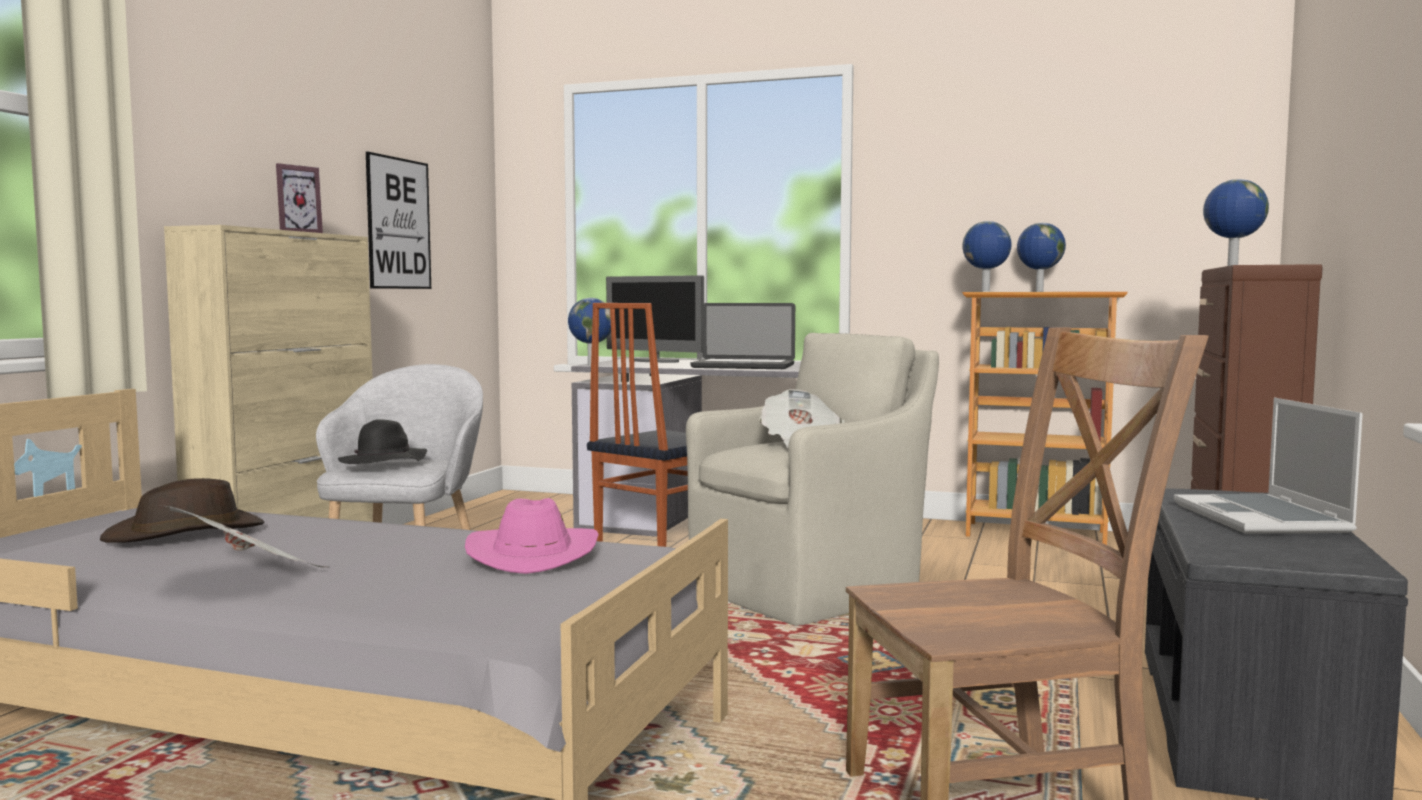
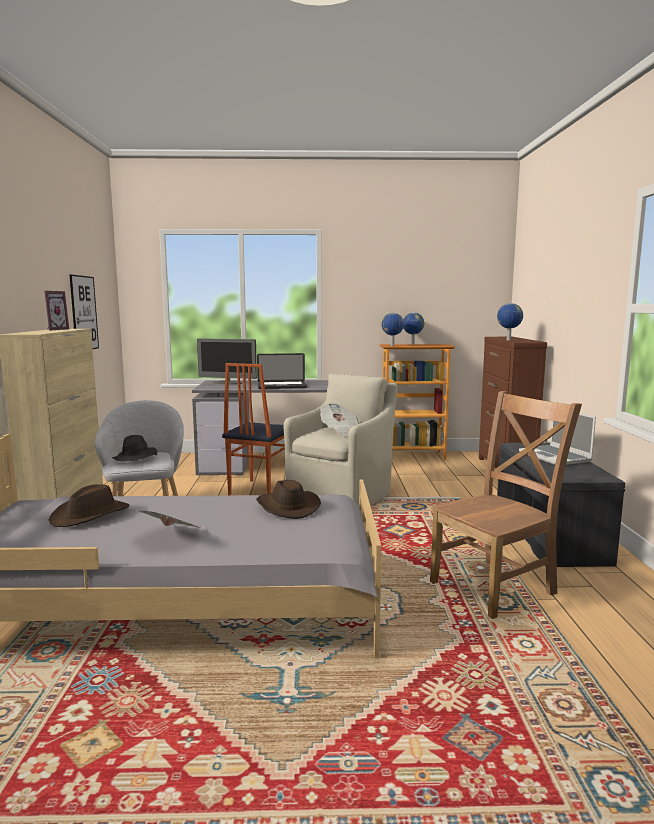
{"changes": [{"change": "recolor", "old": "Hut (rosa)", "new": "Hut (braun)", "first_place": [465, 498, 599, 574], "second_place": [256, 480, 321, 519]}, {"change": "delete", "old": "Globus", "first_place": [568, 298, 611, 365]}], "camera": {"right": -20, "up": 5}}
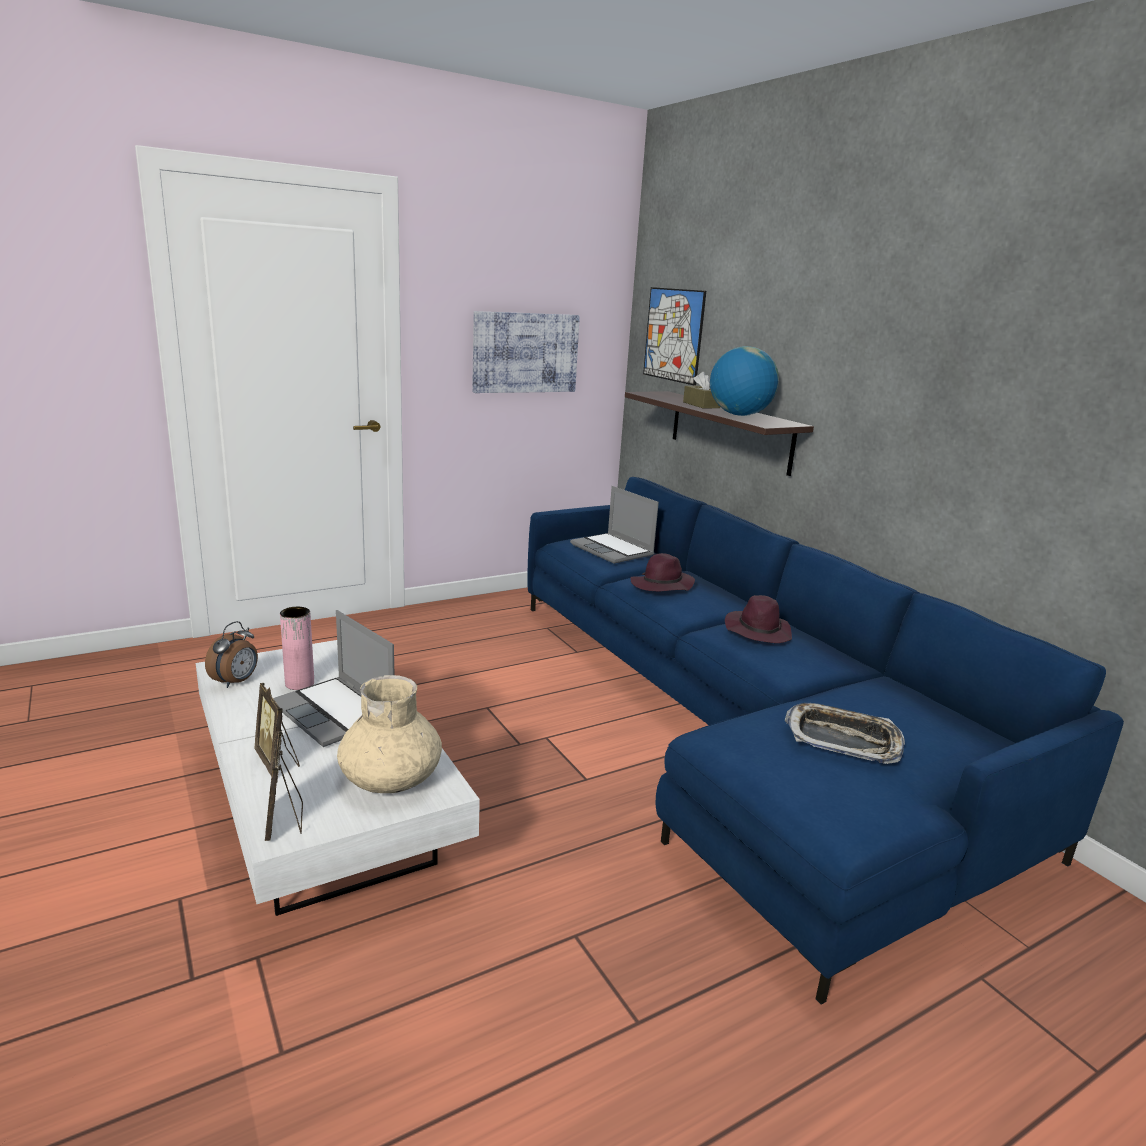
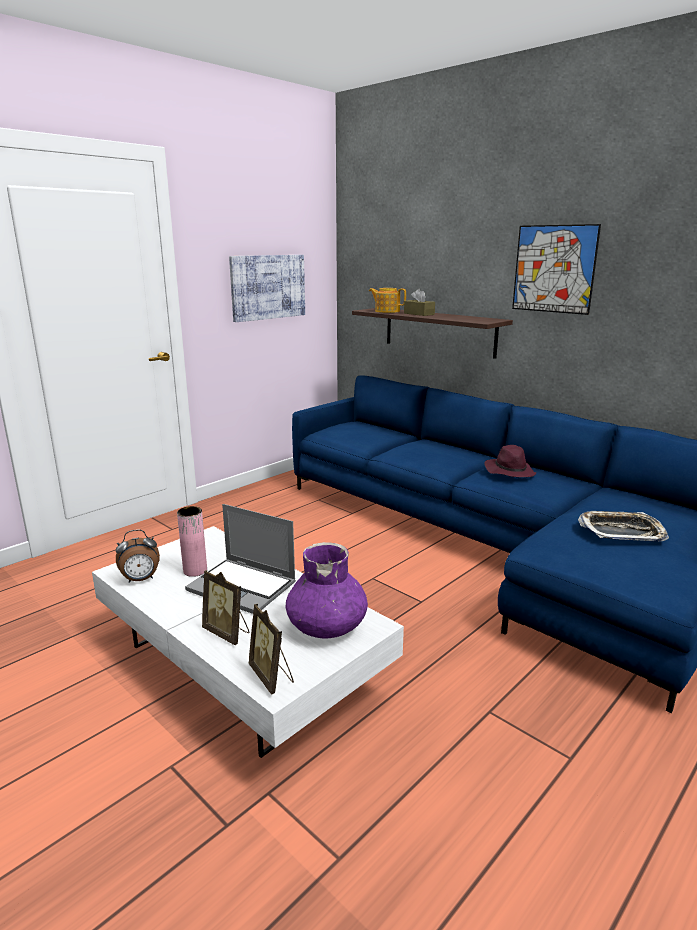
{"changes": [{"change": "rotate", "old": "Wecker", "first_place": [205, 621, 258, 688], "second_place": [116, 530, 160, 583], "degrees": 60}, {"change": "recolor", "old": "Vase (beige)", "new": "Vase (lila)", "first_place": [337, 675, 442, 793], "second_place": [285, 542, 368, 639]}, {"change": "insert", "new": "Teekanne", "second_place": [369, 288, 406, 313]}, {"change": "move", "old": "Bild", "first_place": [643, 287, 706, 386], "second_place": [512, 224, 601, 315]}, {"change": "delete", "old": "Laptop", "first_place": [570, 486, 659, 564]}, {"change": "delete", "old": "Hut (lila)", "first_place": [630, 553, 695, 591]}, {"change": "delete", "old": "Globus", "first_place": [710, 346, 779, 416]}], "camera": {"right": -15, "up": 0}}
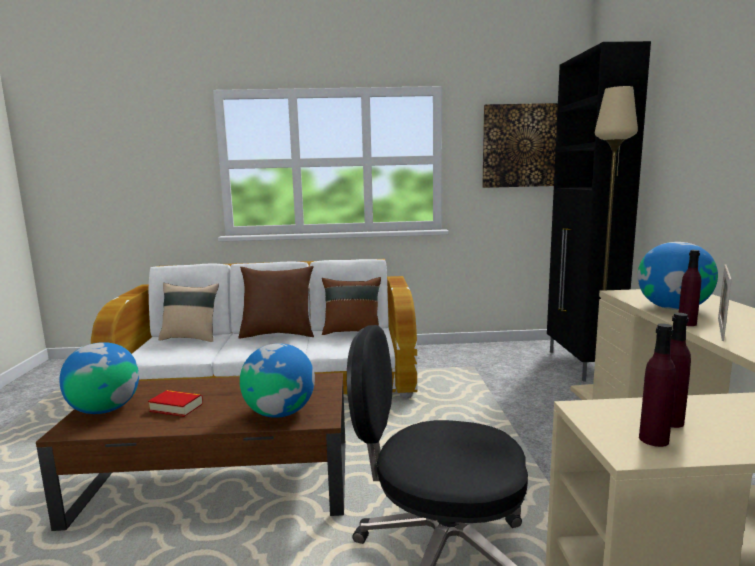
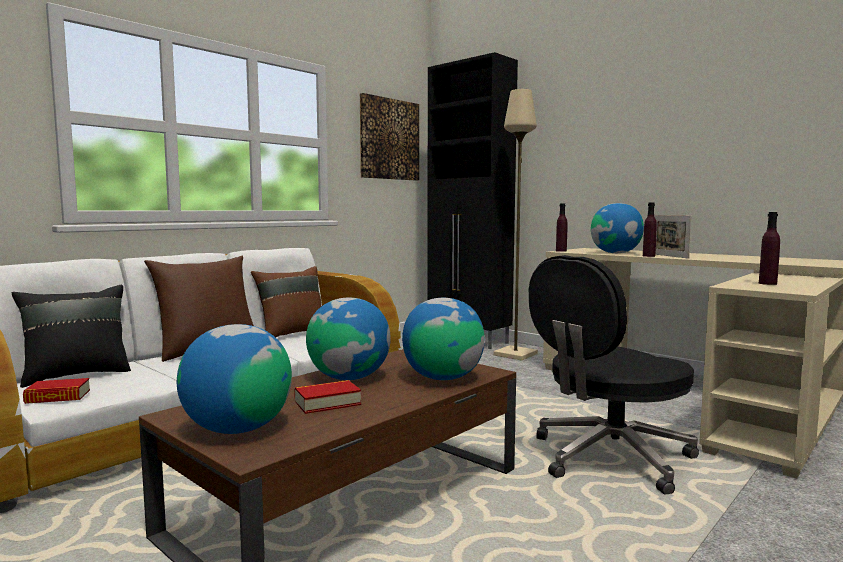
{"changes": [{"change": "recolor", "old": "Kissen (beige)", "new": "Kissen (schwarz)", "first_place": [158, 283, 219, 342], "second_place": [12, 285, 131, 388]}, {"change": "insert", "new": "Buch", "second_place": [23, 378, 90, 404]}, {"change": "insert", "new": "Globus", "second_place": [306, 298, 391, 380]}, {"change": "move", "old": "Flasche (lila)", "first_place": [639, 324, 676, 447], "second_place": [556, 203, 567, 252]}], "camera": {"right": -45, "up": -5}}
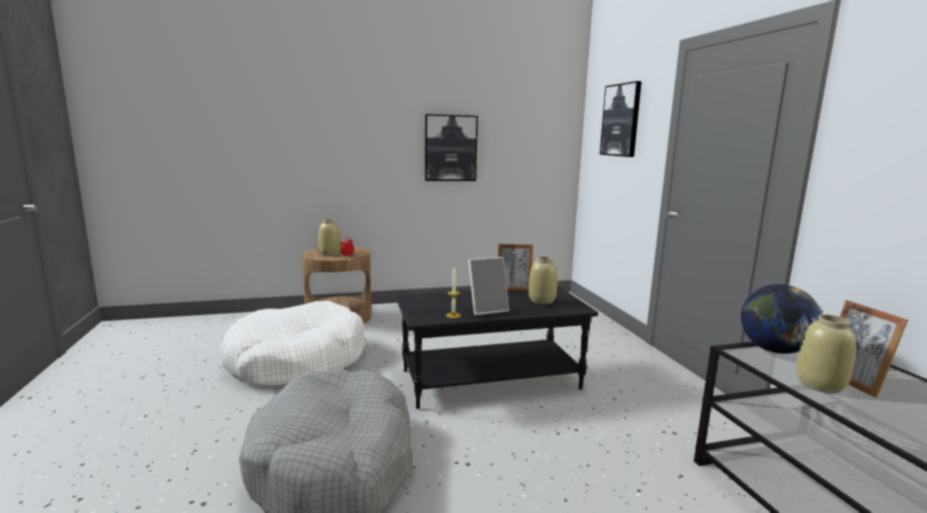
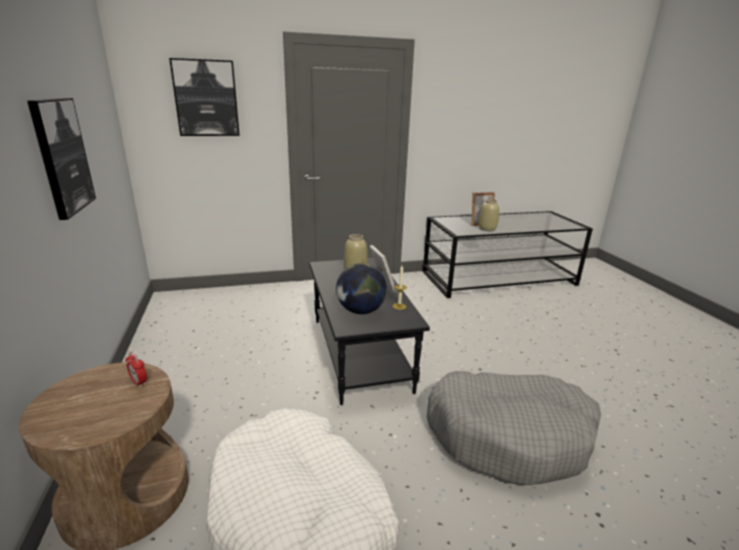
{"changes": [{"change": "move", "old": "Globus", "first_place": [741, 284, 822, 354], "second_place": [336, 263, 387, 314]}, {"change": "delete", "old": "Vase (beige)", "first_place": [318, 219, 341, 256]}, {"change": "delete", "old": "Bilderrahmen", "first_place": [498, 244, 533, 292]}], "camera": {"right": -90, "up": 10}}
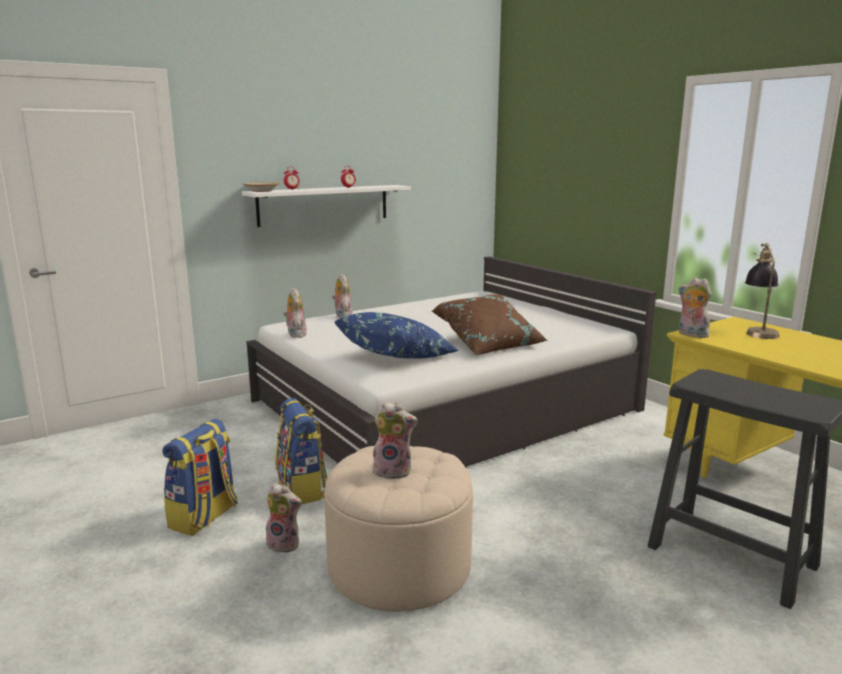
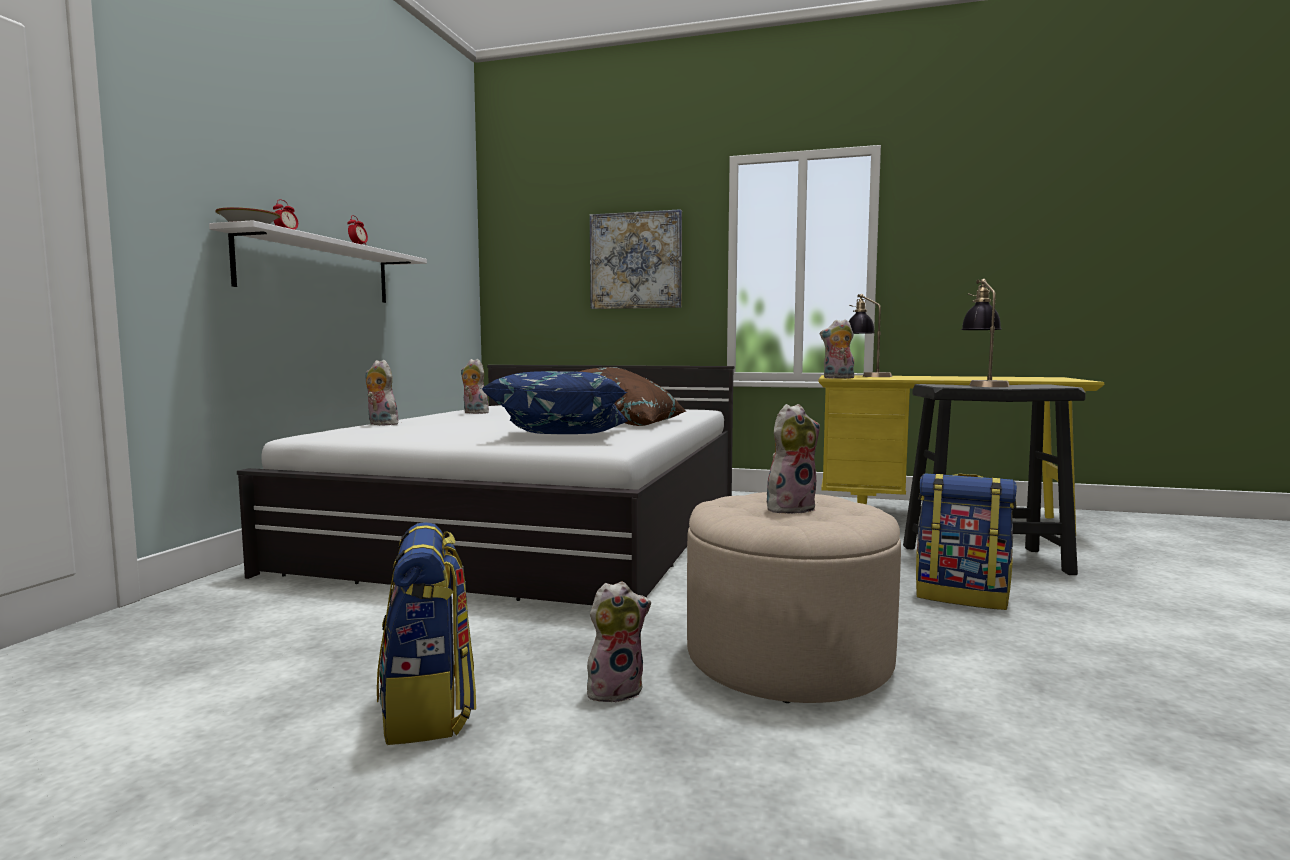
{"changes": [{"change": "move", "old": "Plüschtier", "first_place": [284, 288, 307, 338], "second_place": [461, 359, 490, 414]}, {"change": "insert", "new": "Bild", "second_place": [590, 209, 682, 309]}, {"change": "move", "old": "Rucksack", "first_place": [276, 398, 327, 504], "second_place": [916, 473, 1017, 610]}, {"change": "insert", "new": "Tischlampe", "second_place": [961, 279, 1010, 387]}], "camera": {"right": -40, "up": -10}}
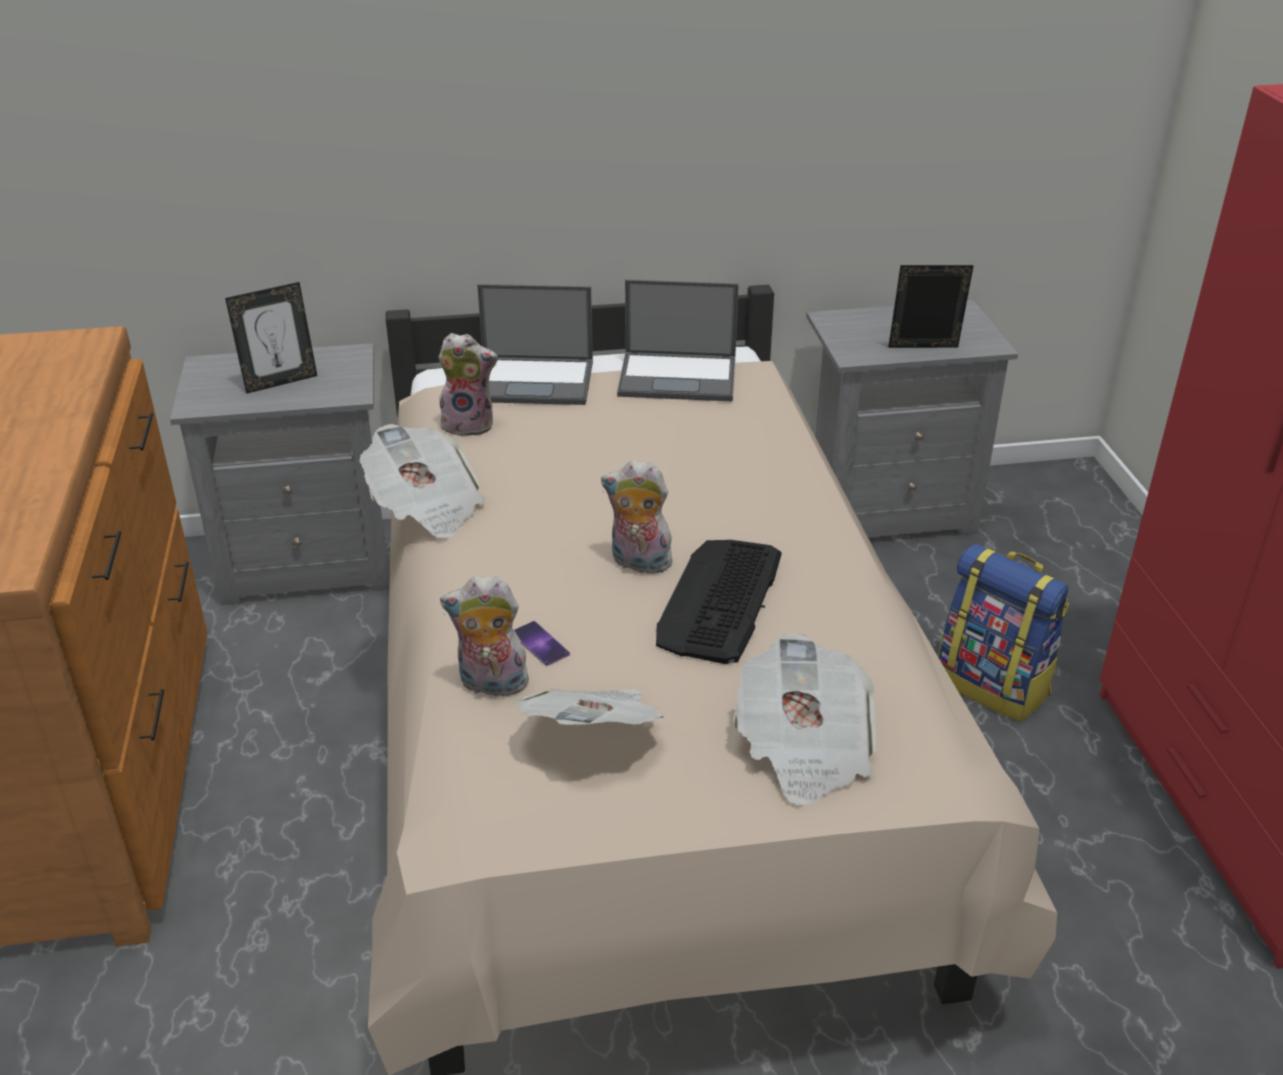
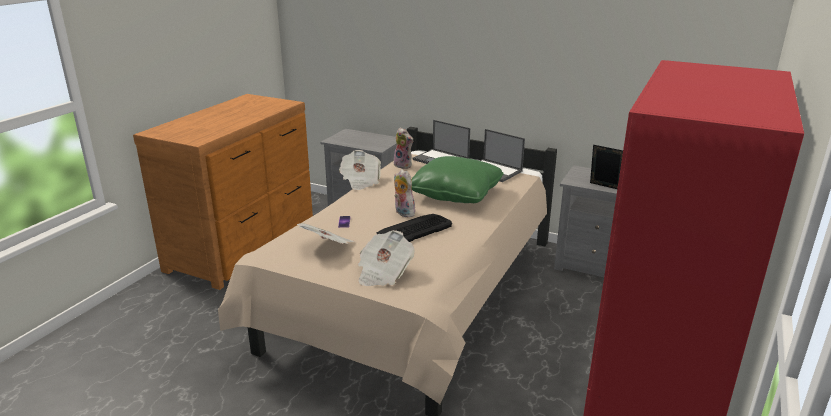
{"changes": [{"change": "insert", "new": "Kissen (grün)", "second_place": [412, 156, 504, 203]}, {"change": "delete", "old": "Bilderrahmen", "first_place": [225, 282, 317, 394]}, {"change": "delete", "old": "Plüschtier", "first_place": [440, 576, 529, 697]}, {"change": "delete", "old": "Rucksack", "first_place": [938, 544, 1069, 722]}], "camera": {"right": 35, "up": -10}}
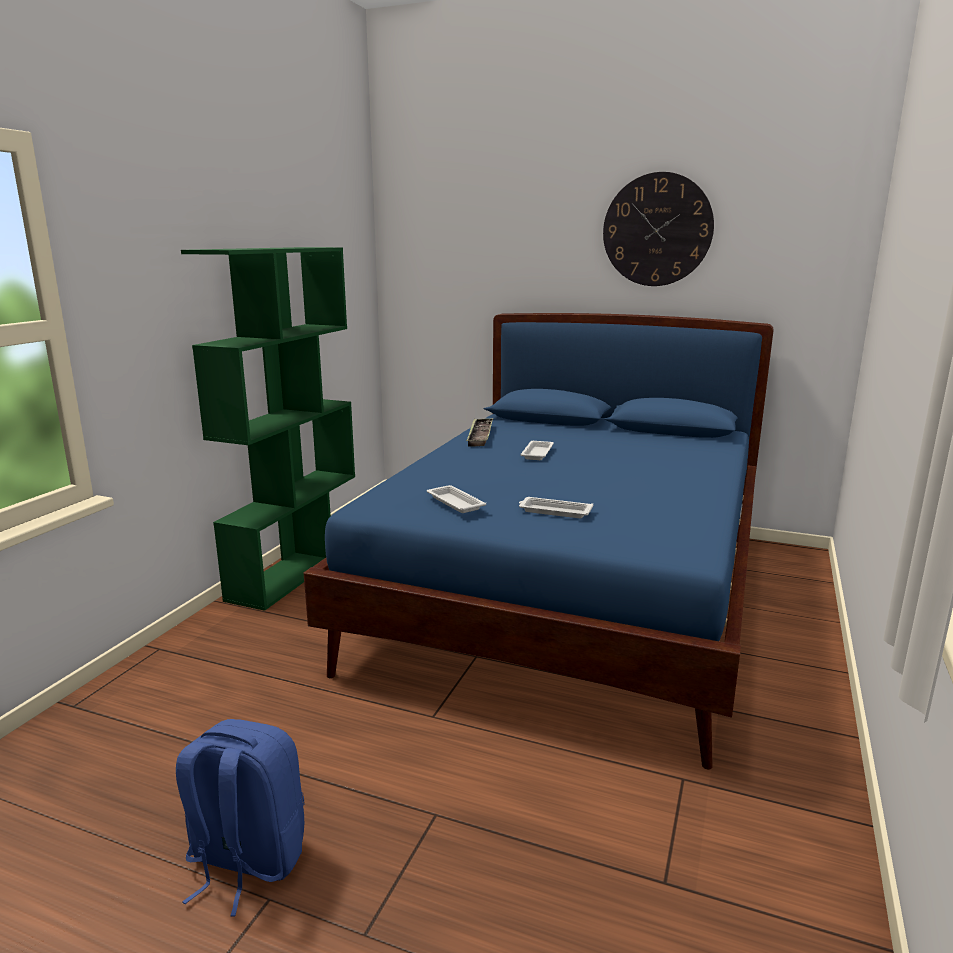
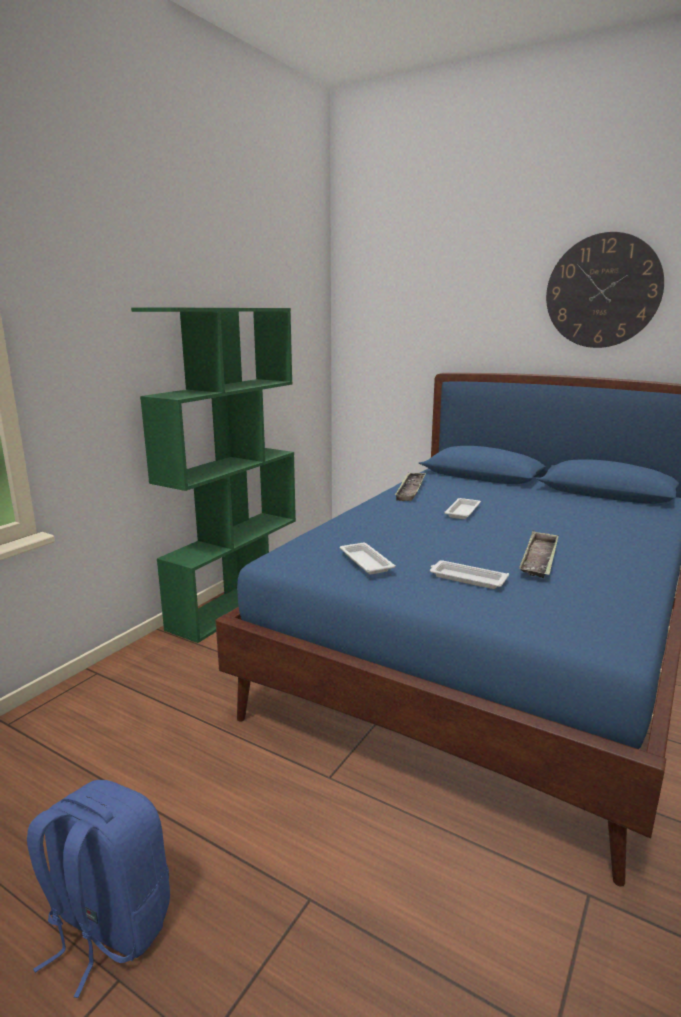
{"changes": [{"change": "insert", "new": "Tablett", "second_place": [519, 531, 559, 578]}], "camera": {"right": 10, "up": 0}}
